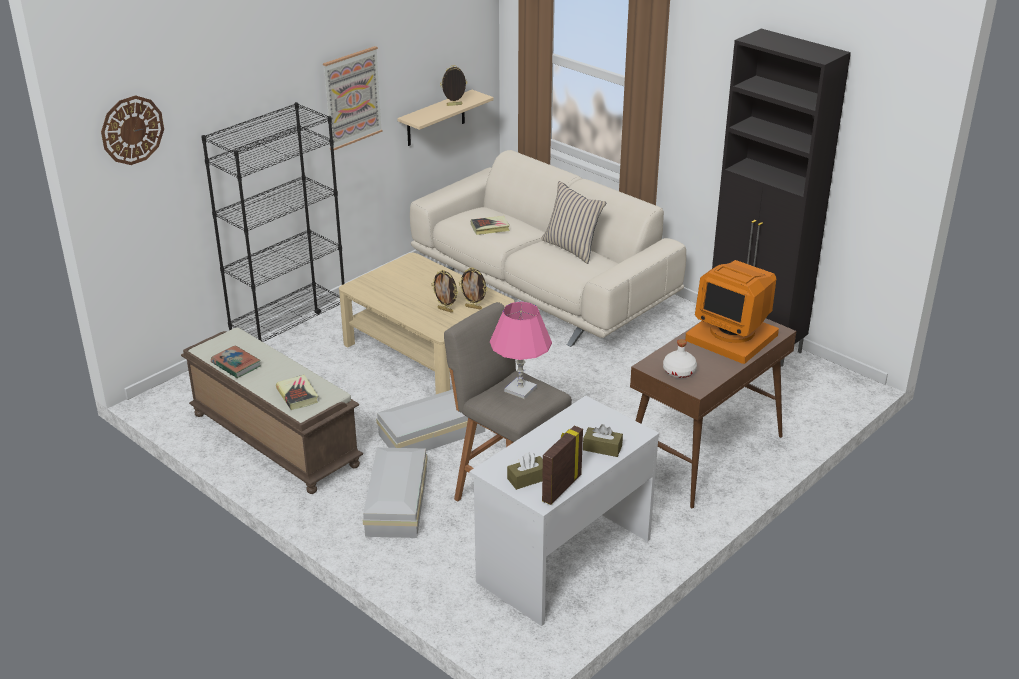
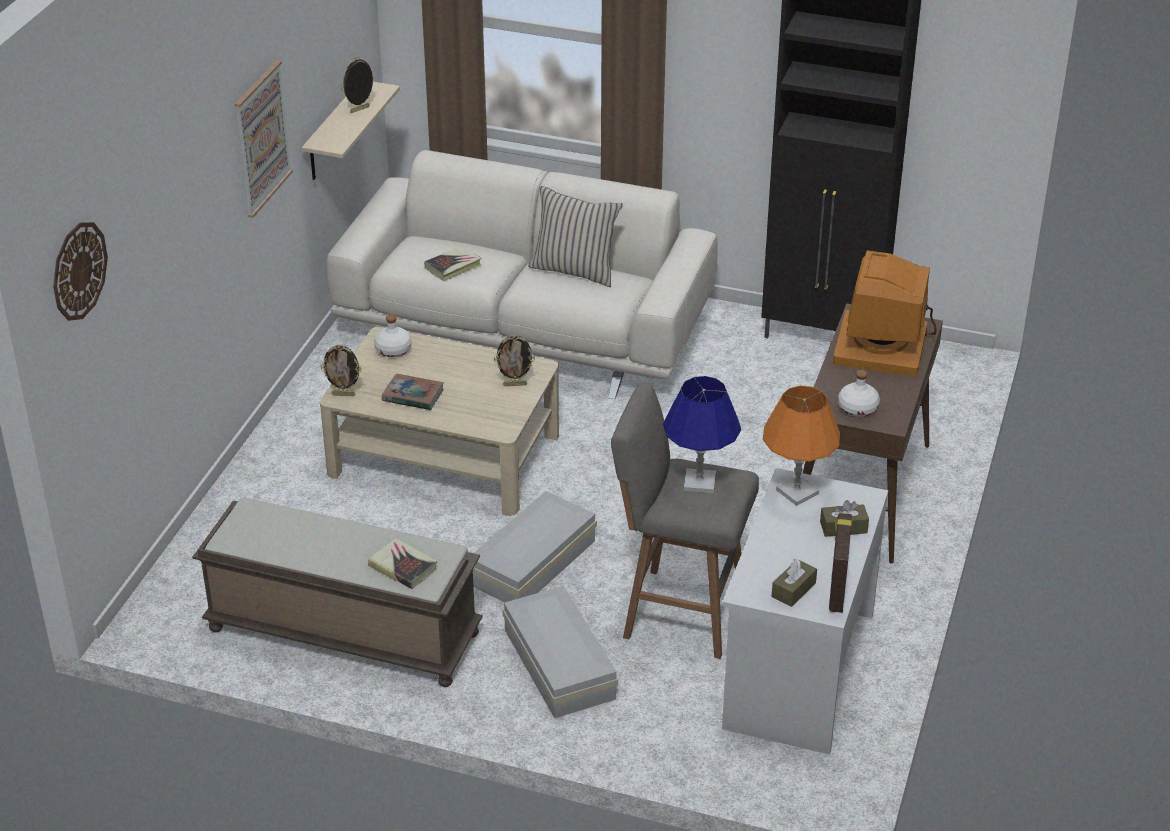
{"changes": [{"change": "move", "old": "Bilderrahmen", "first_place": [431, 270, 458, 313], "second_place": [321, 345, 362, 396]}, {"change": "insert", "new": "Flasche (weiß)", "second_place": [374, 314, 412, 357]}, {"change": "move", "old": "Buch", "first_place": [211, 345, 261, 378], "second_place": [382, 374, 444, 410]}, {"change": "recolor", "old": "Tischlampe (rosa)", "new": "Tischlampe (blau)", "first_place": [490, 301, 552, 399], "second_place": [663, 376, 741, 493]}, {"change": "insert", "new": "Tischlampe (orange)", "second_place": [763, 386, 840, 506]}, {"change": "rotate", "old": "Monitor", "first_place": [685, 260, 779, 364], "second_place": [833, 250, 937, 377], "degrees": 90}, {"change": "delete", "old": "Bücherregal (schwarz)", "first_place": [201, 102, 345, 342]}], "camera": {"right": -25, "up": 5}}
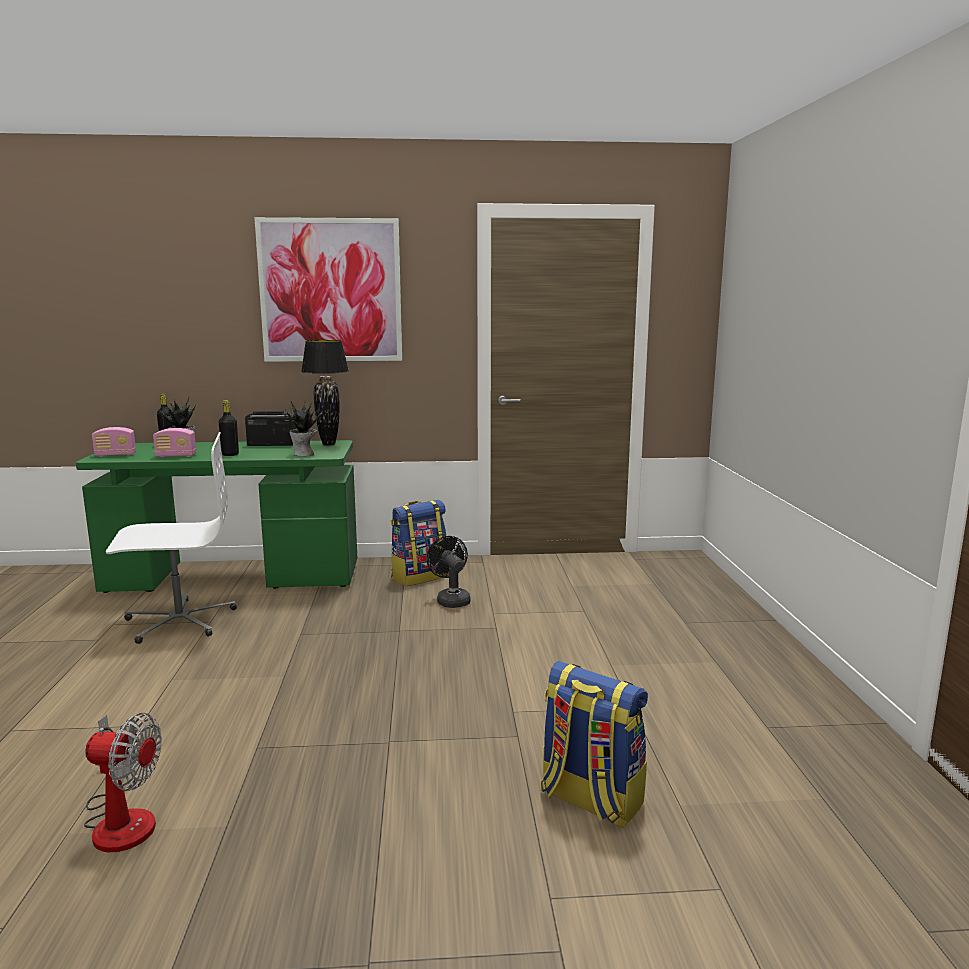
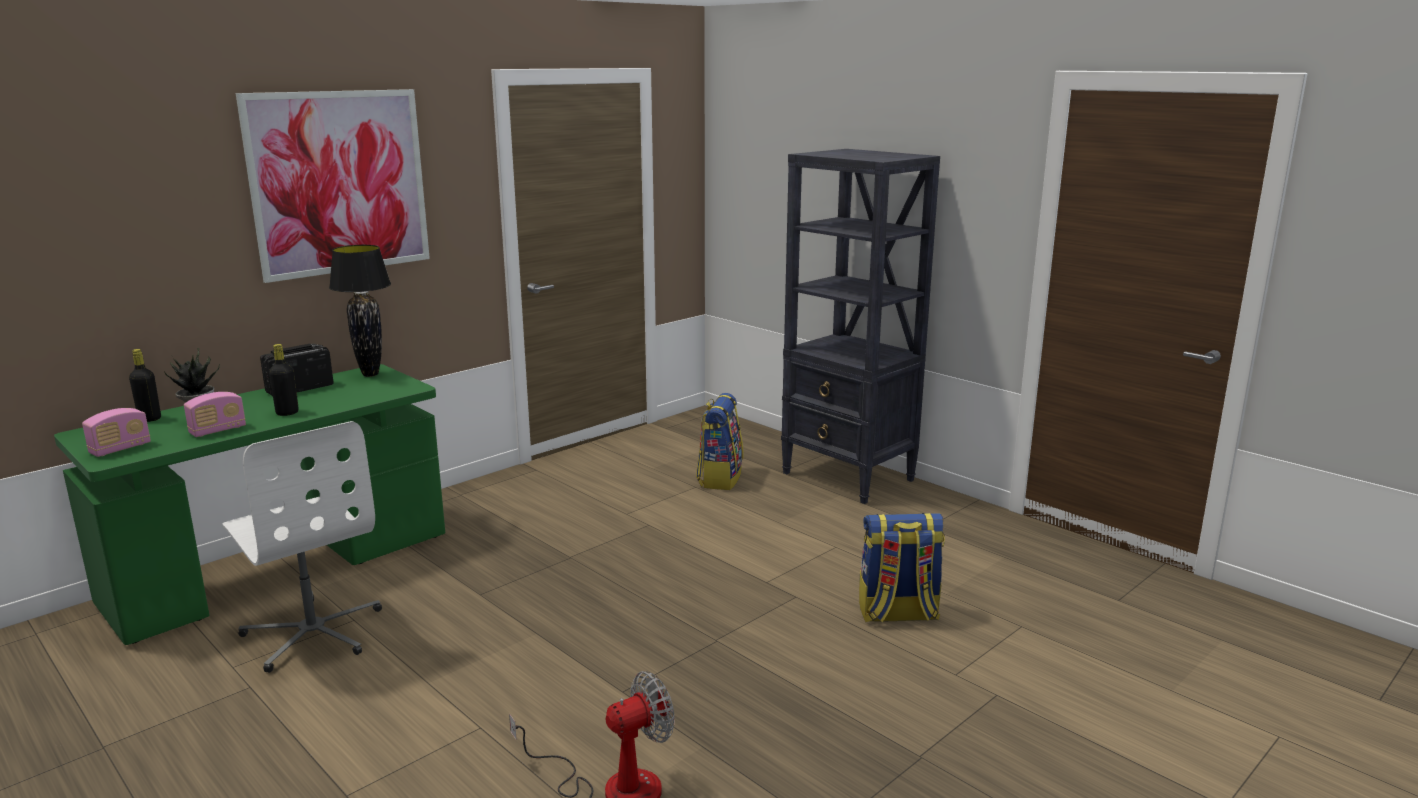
{"changes": [{"change": "rotate", "old": "Bürostuhl (weiß)", "first_place": [106, 432, 237, 644], "second_place": [222, 421, 382, 673], "degrees": 105}, {"change": "move", "old": "Rucksack", "first_place": [391, 500, 448, 586], "second_place": [696, 393, 744, 490]}, {"change": "insert", "new": "Bücherregal (schwarz)", "second_place": [781, 149, 940, 504]}, {"change": "delete", "old": "Topfpflanze", "first_place": [285, 400, 323, 456]}, {"change": "delete", "old": "Ventilator (schwarz)", "first_place": [427, 536, 471, 608]}], "camera": {"right": -40, "up": 5}}
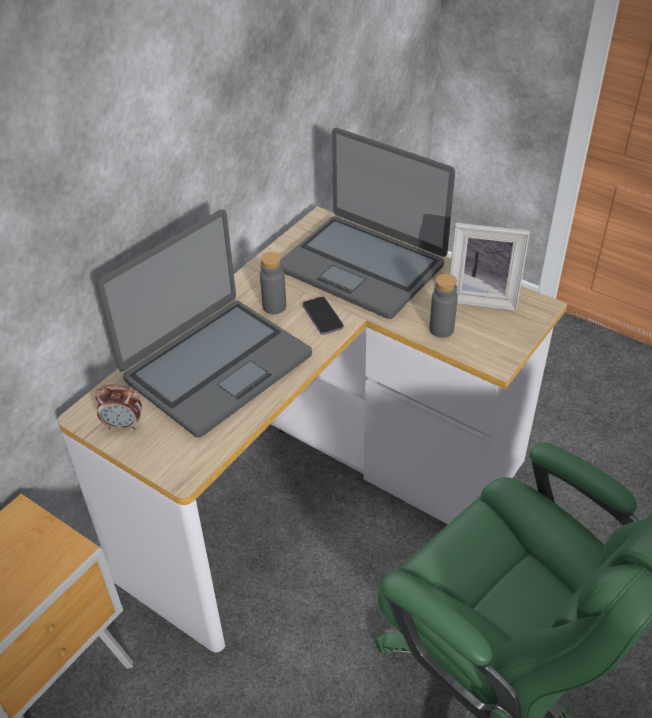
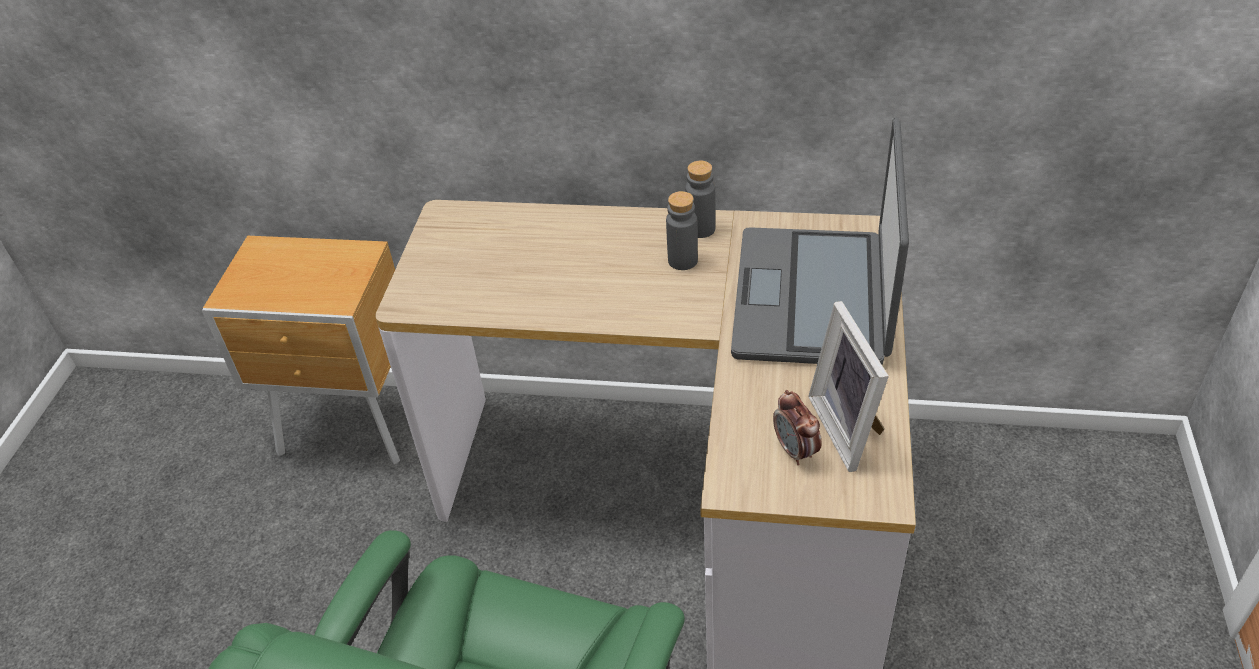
{"changes": [{"change": "move", "old": "Flasche (grau)", "first_place": [429, 274, 458, 338], "second_place": [685, 161, 716, 238]}, {"change": "move", "old": "Wecker", "first_place": [95, 384, 142, 430], "second_place": [773, 390, 821, 465]}, {"change": "delete", "old": "Laptop", "first_place": [96, 209, 312, 438]}, {"change": "delete", "old": "Handy", "first_place": [302, 297, 344, 335]}], "camera": {"right": 65, "up": 0}}
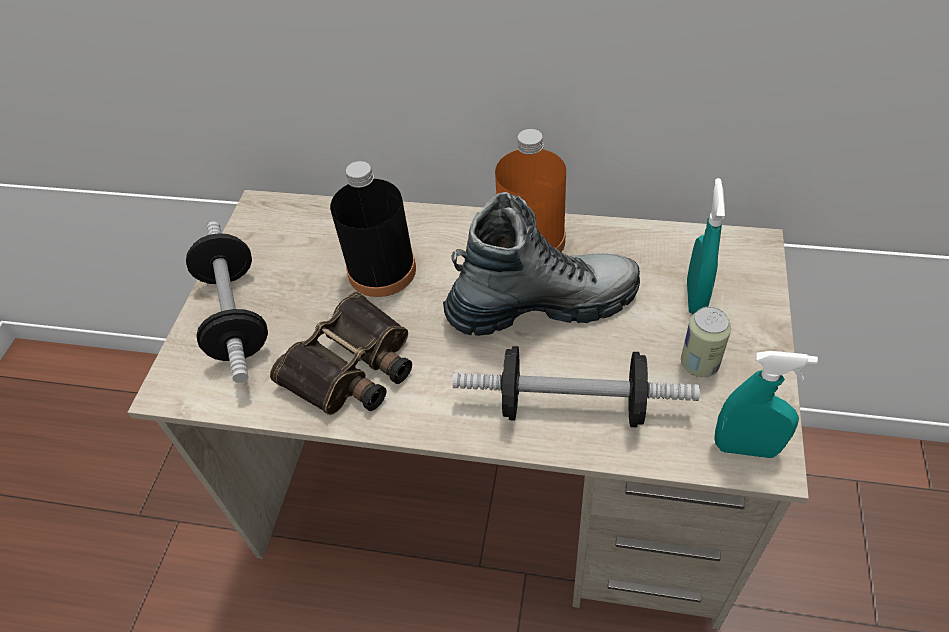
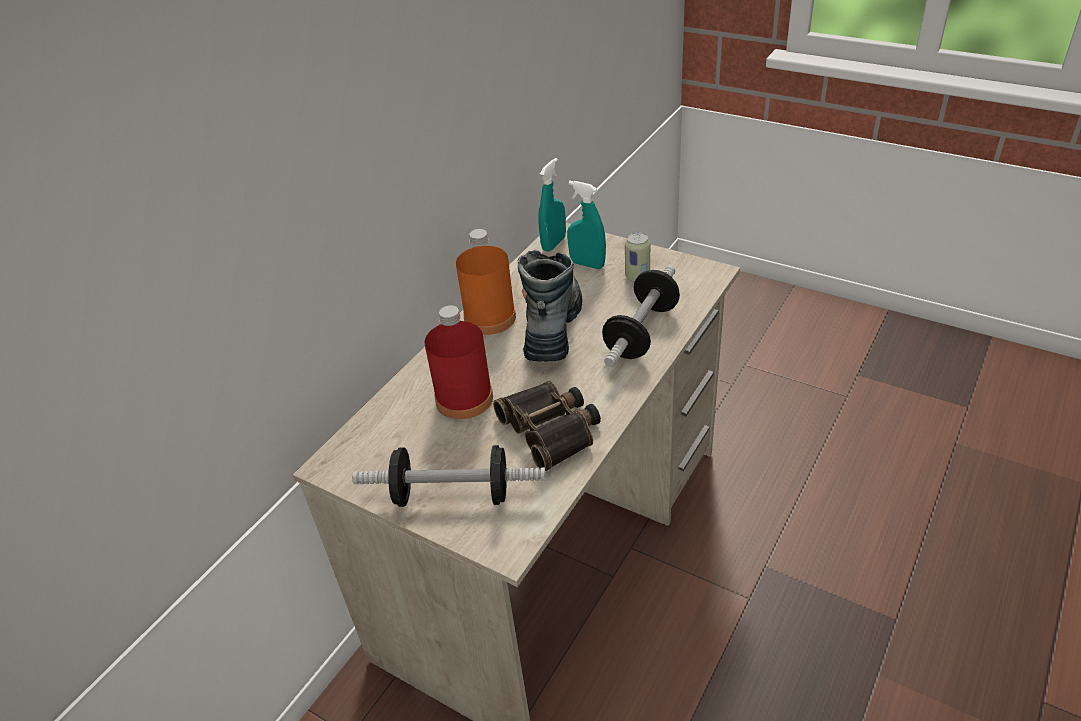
{"changes": [{"change": "recolor", "old": "Flasche (schwarz)", "new": "Flasche (rot)", "first_place": [330, 161, 416, 297], "second_place": [425, 305, 493, 419]}, {"change": "move", "old": "Sprühflasche (türkis)", "first_place": [714, 351, 818, 458], "second_place": [538, 158, 566, 252]}], "camera": {"right": -70, "up": -10}}
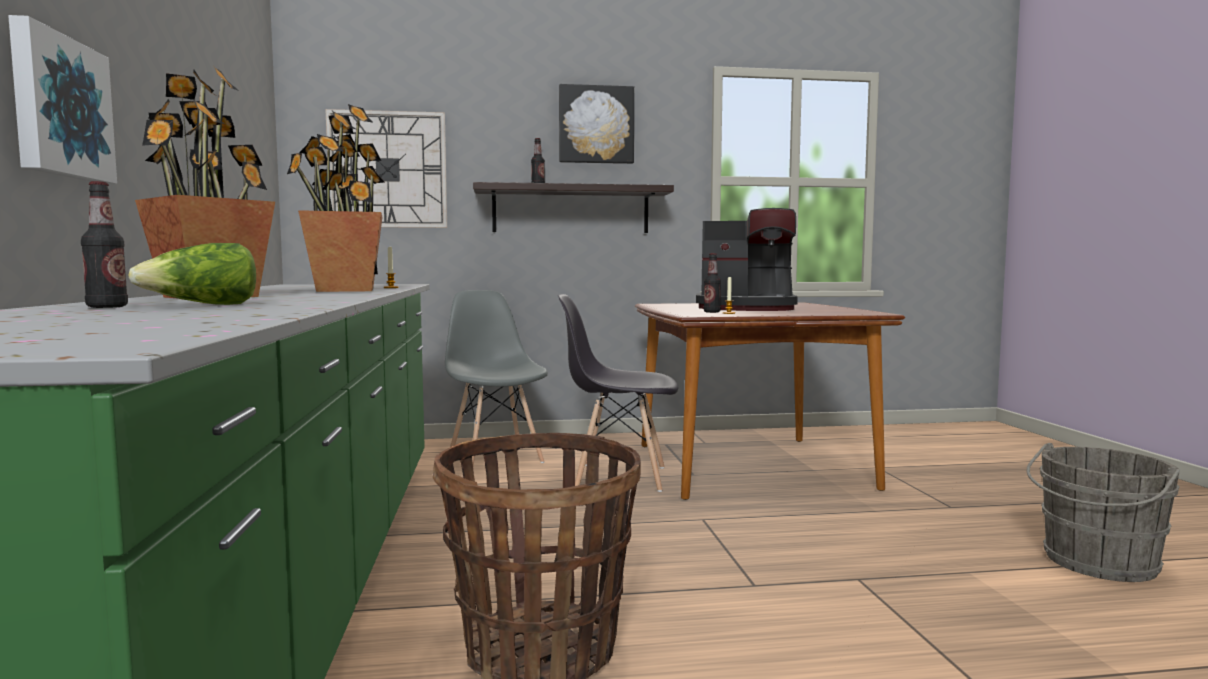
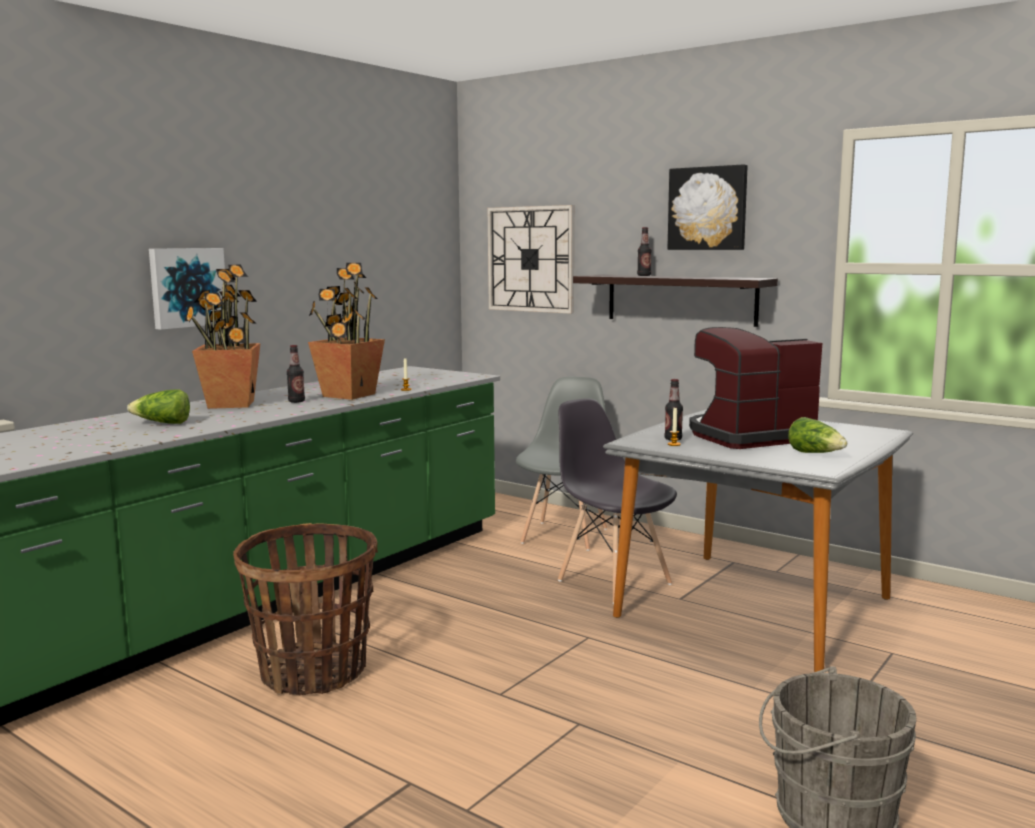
{"changes": [{"change": "move", "old": "Flasche", "first_place": [81, 181, 128, 308], "second_place": [287, 345, 305, 403]}, {"change": "recolor", "old": "Esstisch (braun)", "new": "Esstisch (grau)", "first_place": [635, 303, 905, 500], "second_place": [603, 409, 913, 672]}, {"change": "rotate", "old": "Kaffeemaschine", "first_place": [696, 208, 798, 311], "second_place": [689, 327, 822, 449], "degrees": 105}, {"change": "insert", "new": "Salatkopf", "second_place": [788, 417, 847, 453]}], "camera": {"right": 45, "up": 5}}
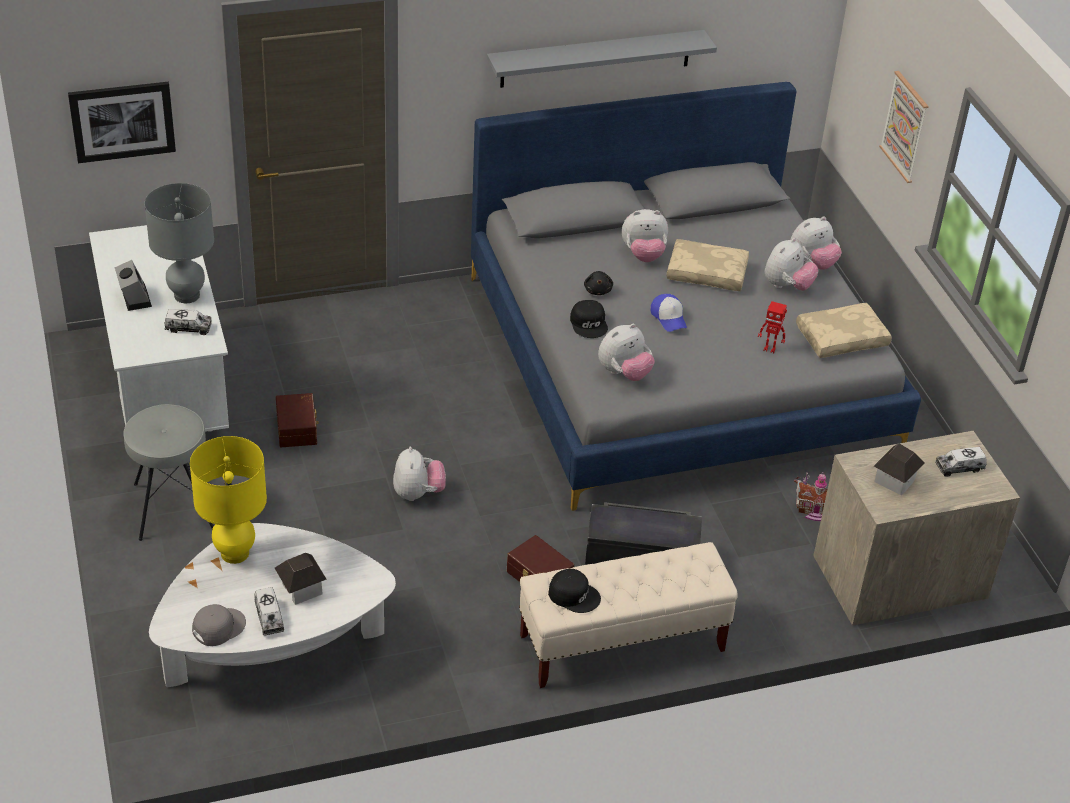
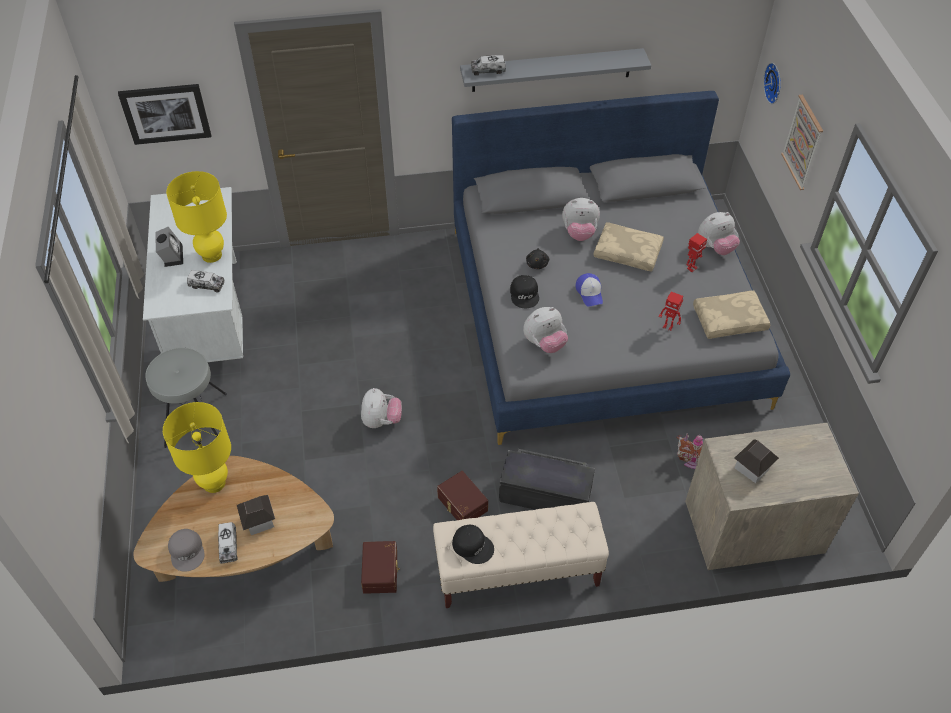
{"changes": [{"change": "recolor", "old": "Couchtisch (weiß)", "new": "Couchtisch (braun)", "first_place": [149, 523, 396, 687], "second_place": [133, 456, 334, 582]}, {"change": "recolor", "old": "Tischlampe (grau)", "new": "Tischlampe (gelb)", "first_place": [144, 183, 214, 303], "second_place": [166, 171, 227, 263]}, {"change": "rotate", "old": "Kappe (grau)", "first_place": [192, 604, 246, 646], "second_place": [168, 529, 205, 572], "degrees": 105}, {"change": "move", "old": "Aufbewahrungsbox (braun)", "first_place": [276, 393, 319, 447], "second_place": [361, 541, 400, 594]}, {"change": "move", "old": "Spielzeuglaster", "first_place": [935, 447, 987, 477], "second_place": [471, 55, 506, 76]}, {"change": "replace", "old": "Plüschtier", "new": "Spielzeugroboter", "first_place": [765, 238, 818, 291], "second_place": [686, 233, 707, 272]}, {"change": "insert", "new": "Wanduhr", "second_place": [763, 62, 781, 104]}], "camera": {"right": 10, "up": 10}}
